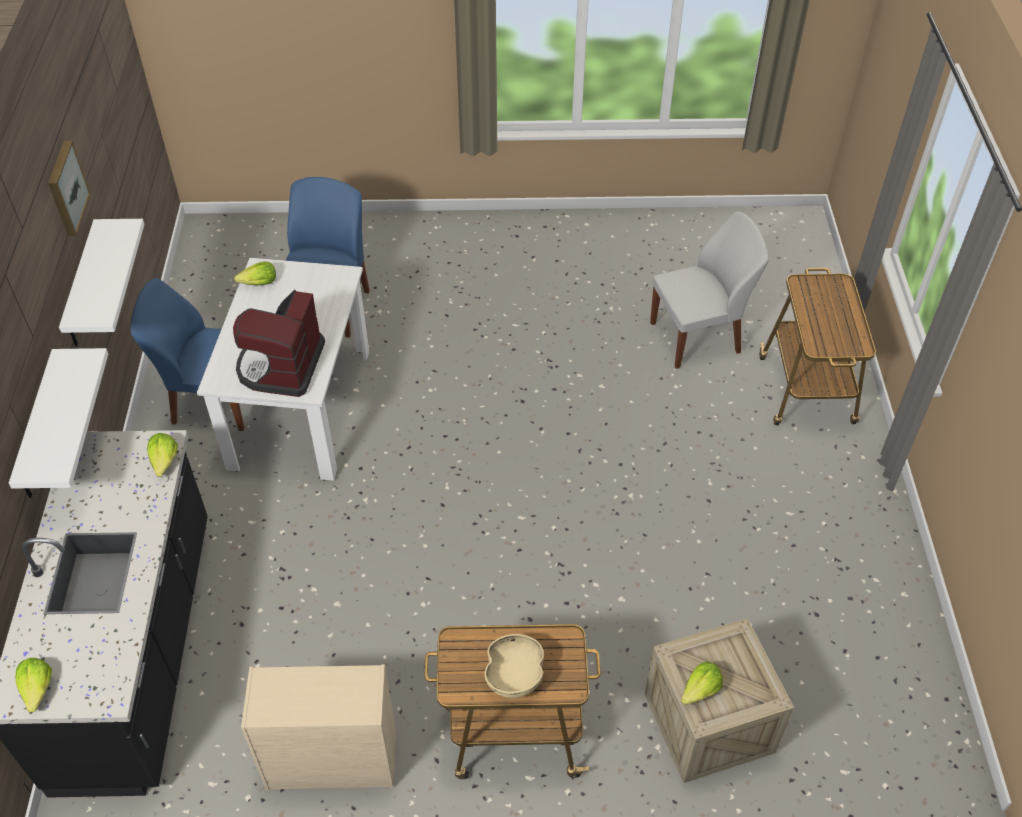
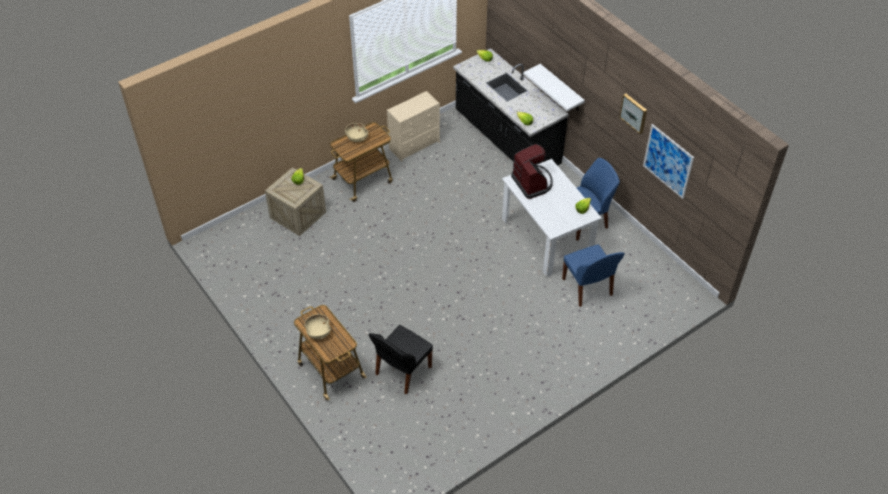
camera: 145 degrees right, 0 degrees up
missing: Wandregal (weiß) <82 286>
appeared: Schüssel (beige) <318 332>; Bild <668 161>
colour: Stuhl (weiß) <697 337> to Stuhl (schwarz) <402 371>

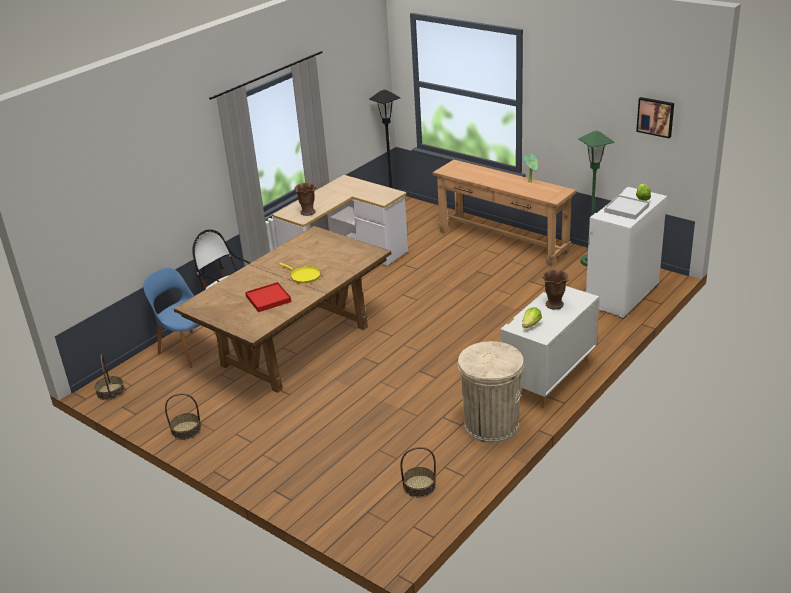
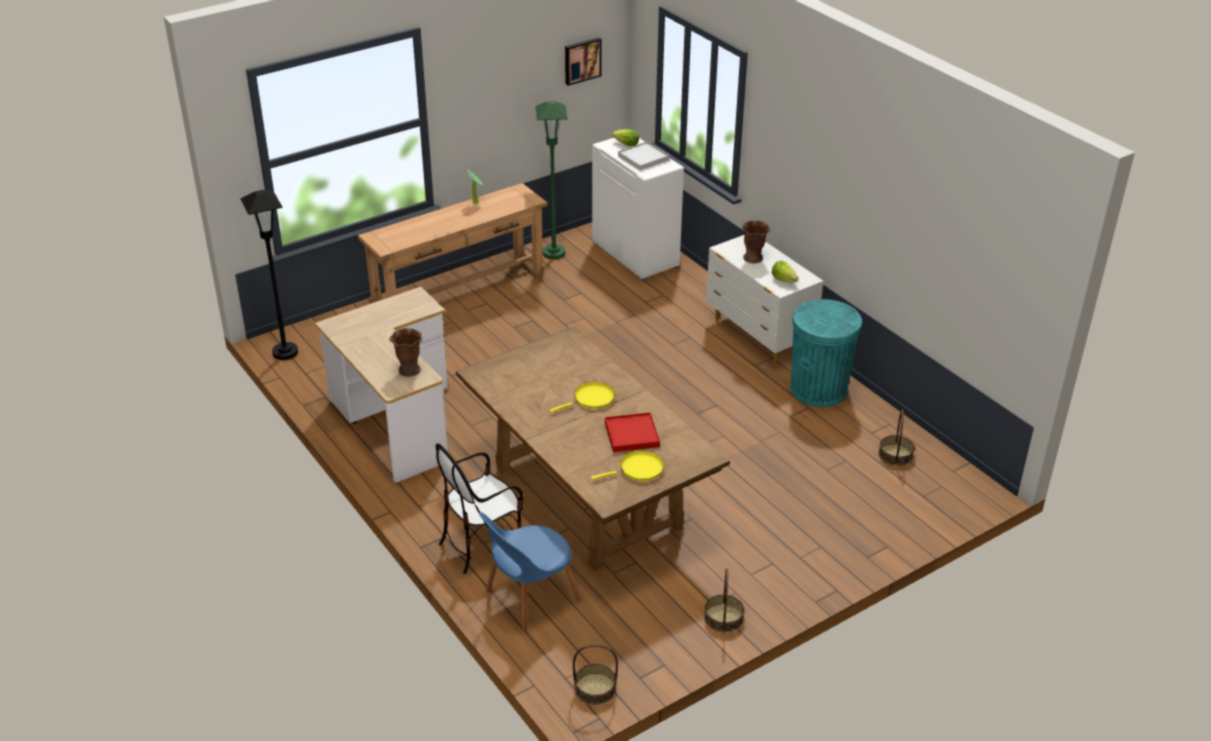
camera: 75 degrees left, 5 degrees up
appeared: Pfanne (gelb) <638 469>
colour: Mülleimer (beige) <491 425> to Mülleimer (türkis) <818 389>

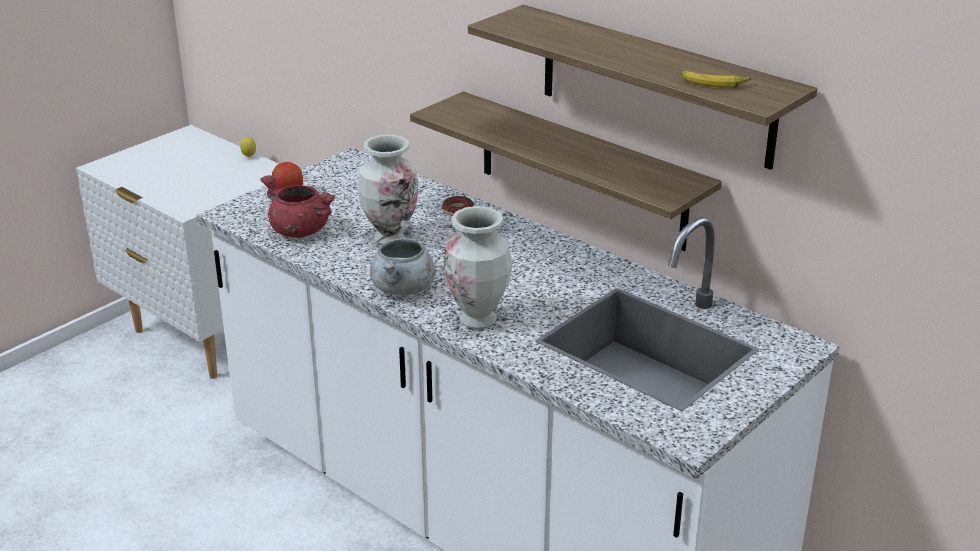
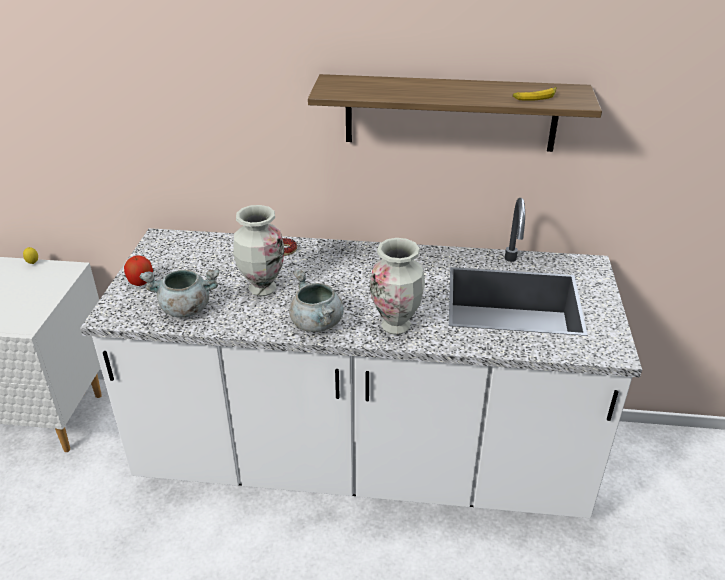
camera: 35 degrees left, 5 degrees up
missing: Wandregal <581 171>
colour: Kochtopf (rot) <299 231> to Kochtopf (grau) <185 309>

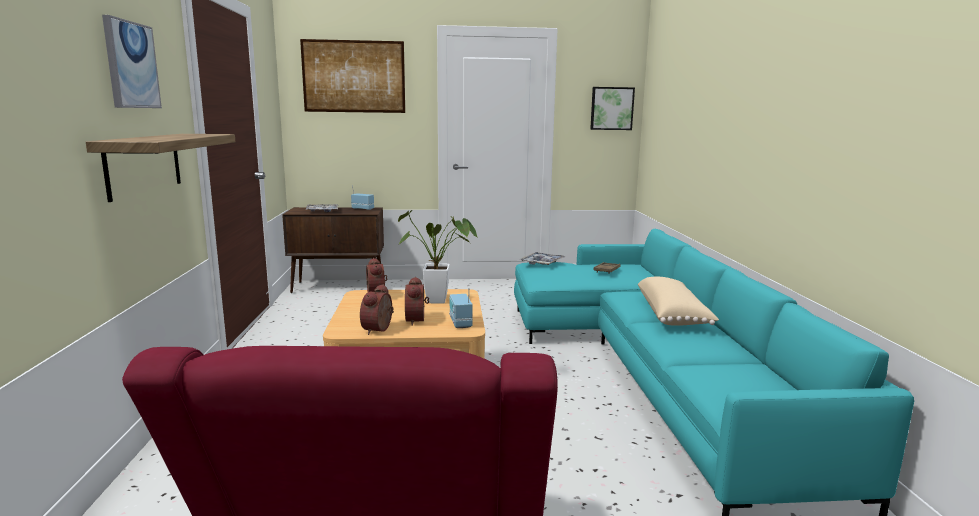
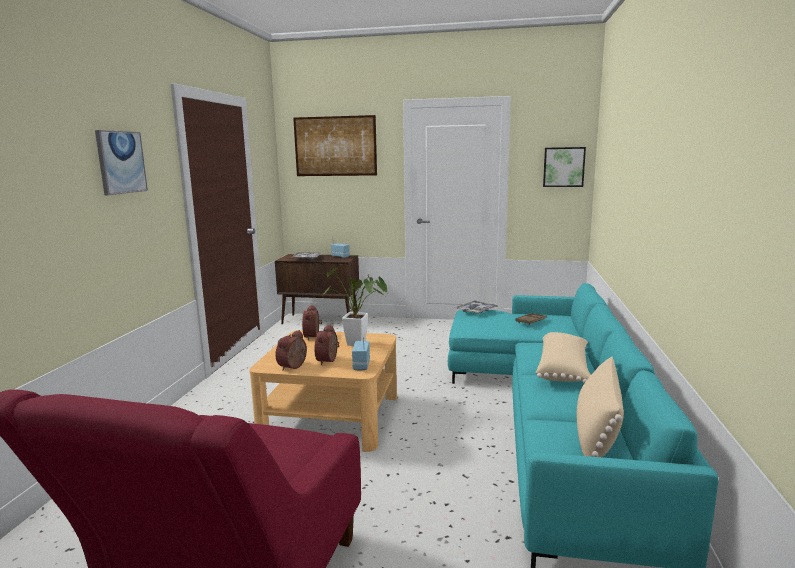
camera: 15 degrees right, 0 degrees up
missing: Wandregal <144 164>
appeared: Kissen (beige) <597 431>

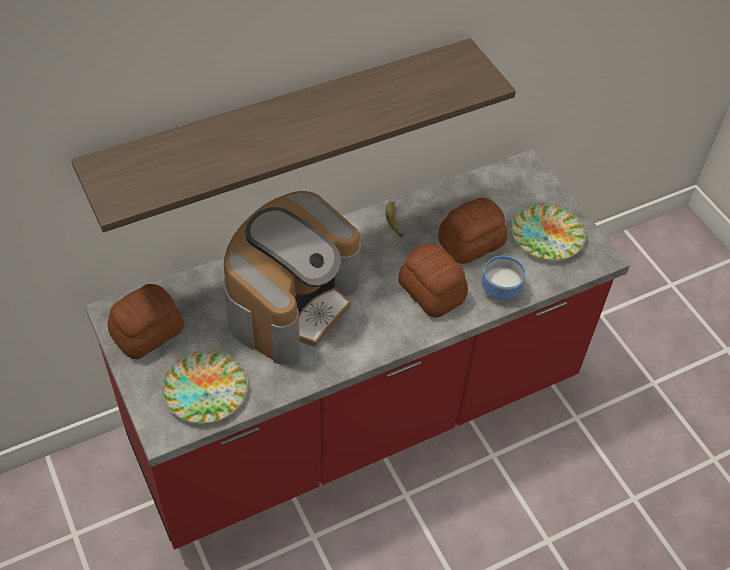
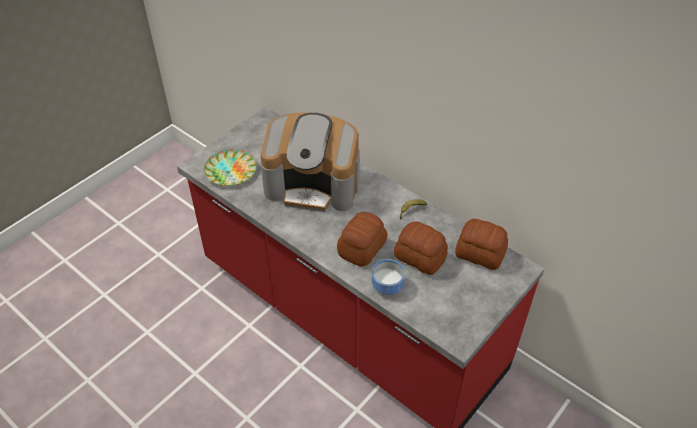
camera: 70 degrees right, 5 degrees down
missing: Wandregal <284 123>; Teller <547 236>
relocated: Brot <149 333> to <480 254>

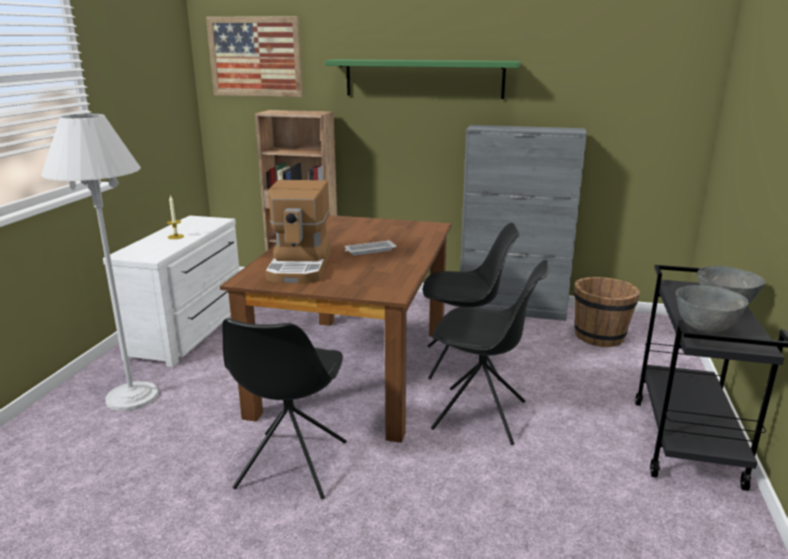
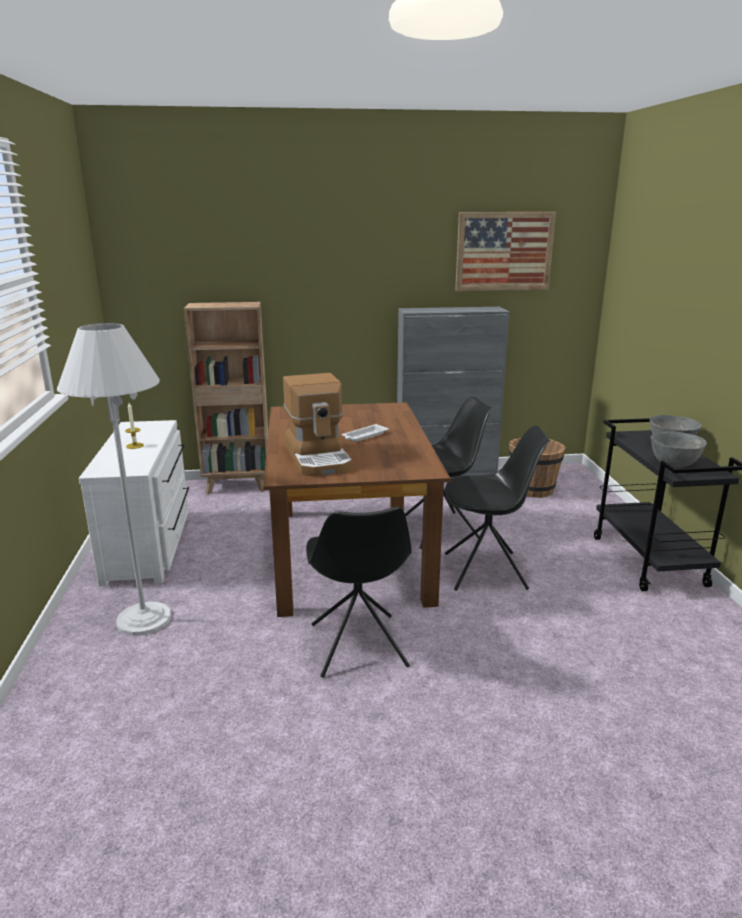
camera: 20 degrees left, 0 degrees up
missing: Wandregal (grün) <424 78>
relocated: Bild <255 57> to <504 251>

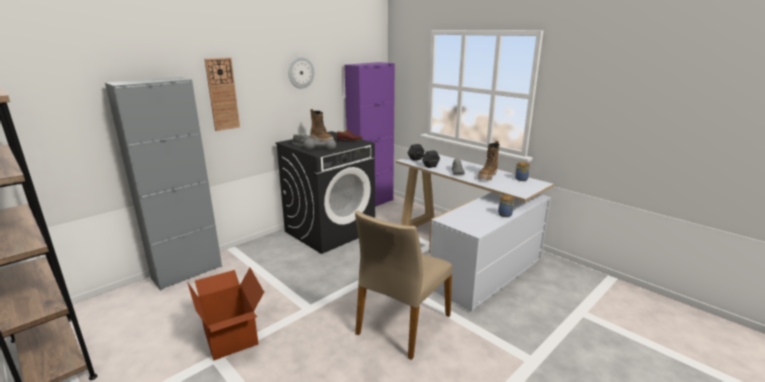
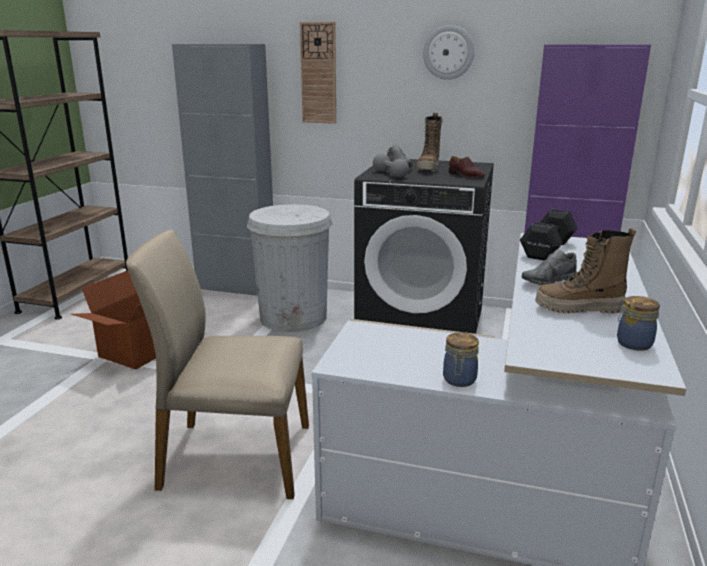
camera: 60 degrees right, 0 degrees up
appeared: Mülleimer (weiß) <293 317>

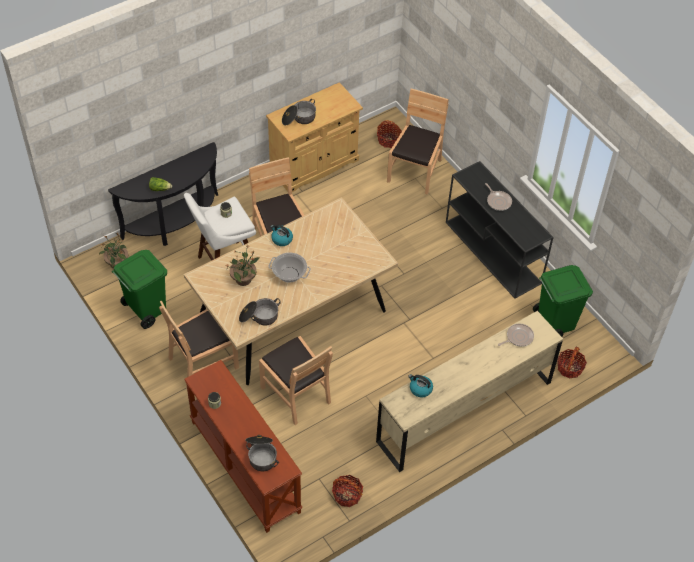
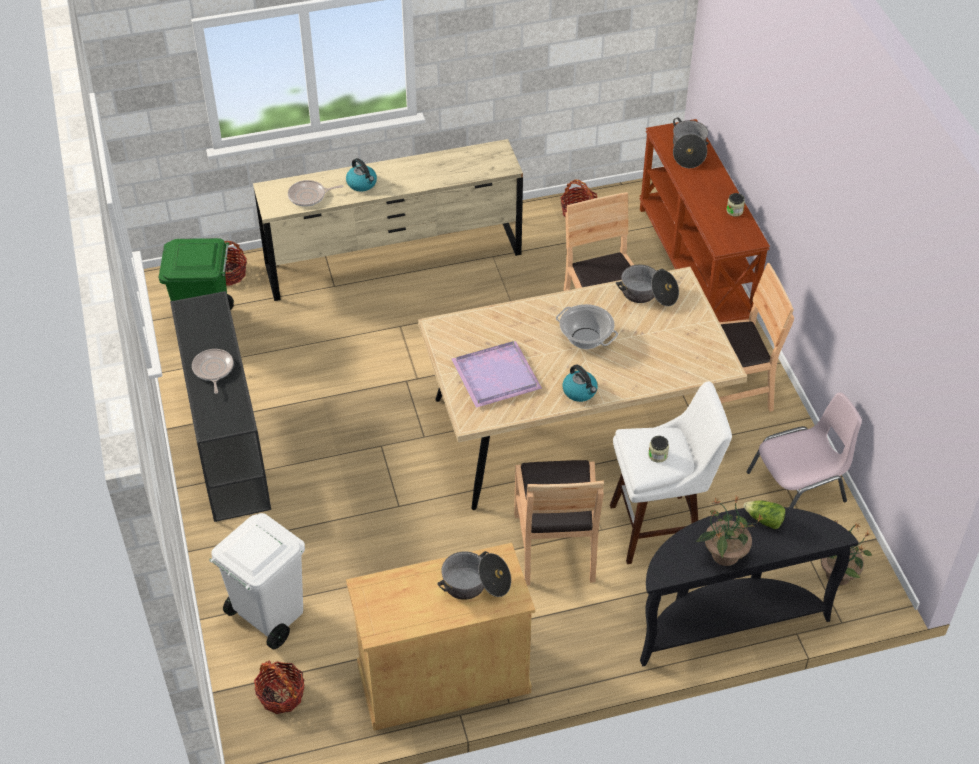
camera: 160 degrees left, 5 degrees down
appeared: Tablett (lila) <496 374>
relocated: Topfpflanze <244 279> to <724 554>; Wasserkessel <420 389> to <362 184>
exchanged: Mülleimer (grün) <146 309> to Stuhl (rosa) <798 487>; Stuhl (braun) <415 171> to Mülleimer (weiß) <268 616>

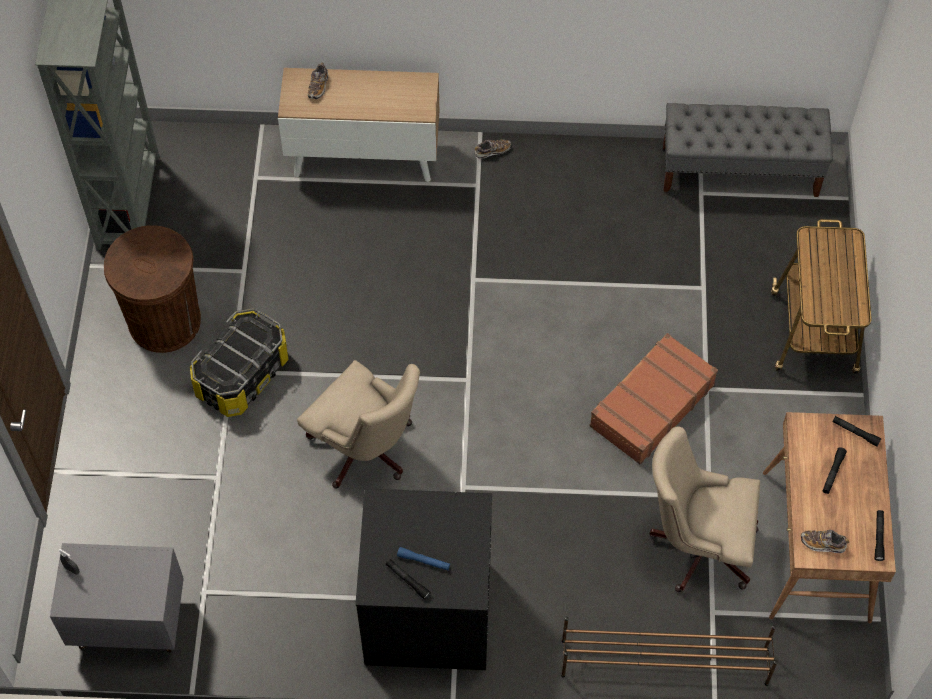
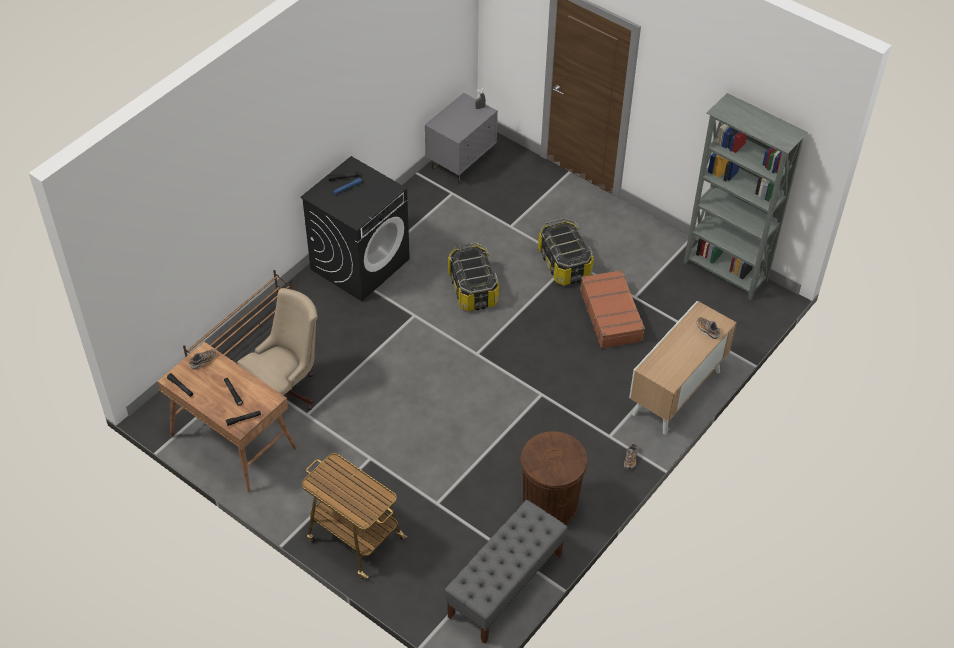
camera: 125 degrees right, 10 degrees down
relocated: Mülleimer (braun) <164 321> to <550 505>; Koffer (braun) <651 405> to <611 315>
exchanged: Bürostuhl (beige) <366 450> to Aufbewahrungsbox <472 289>

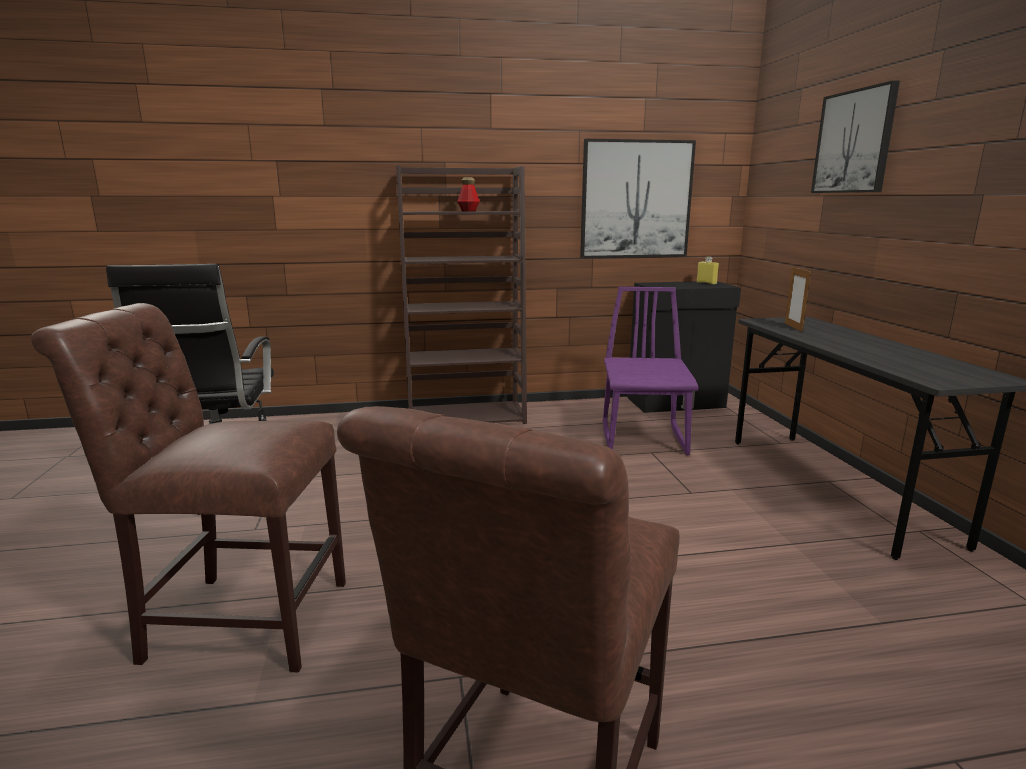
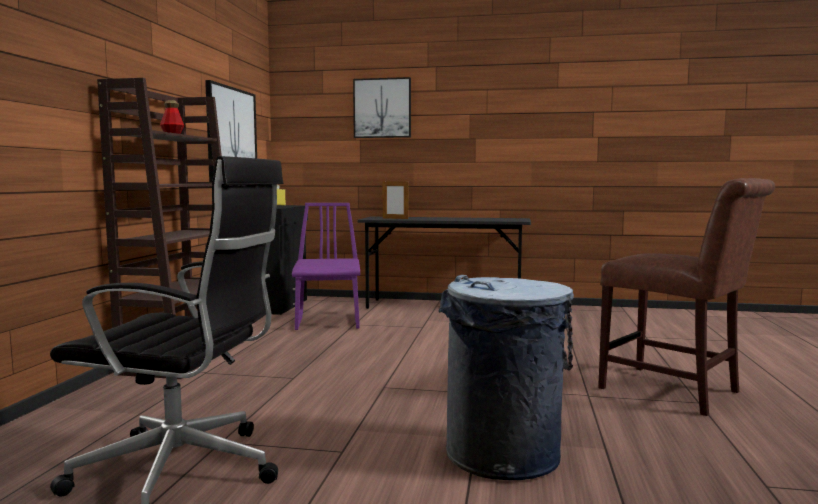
camera: 70 degrees left, 10 degrees down
exchanged: Stuhl (braun) <238 619> to Mülleimer (grau) <503 455>
spun: Stuhl (lila) <644 439> = <329 322> 60 degrees clockwise

